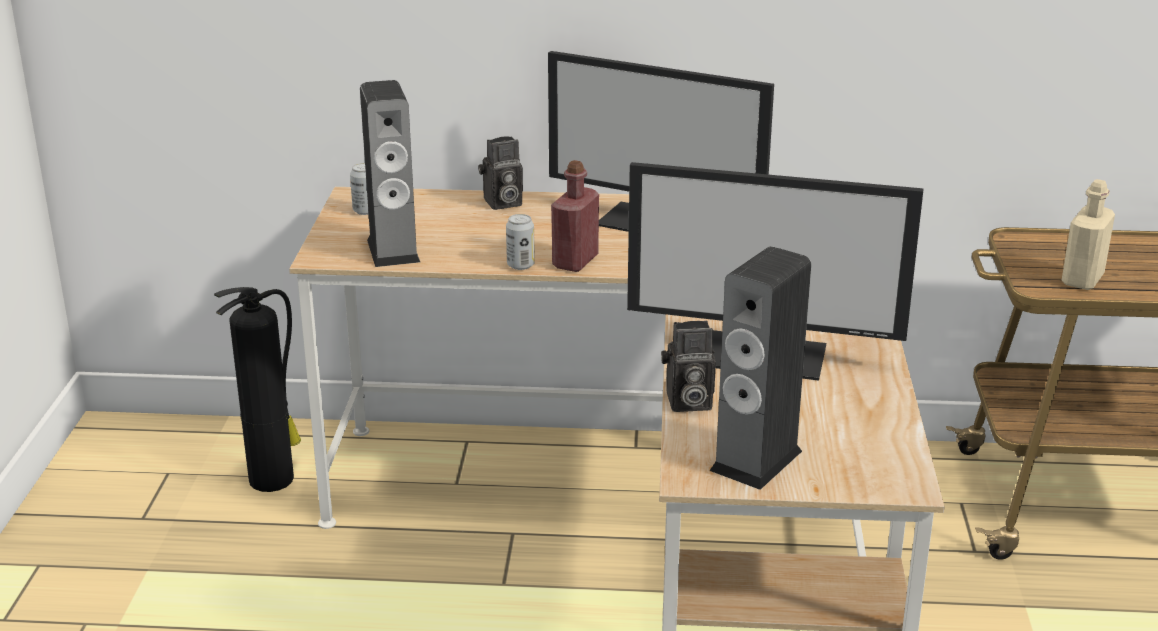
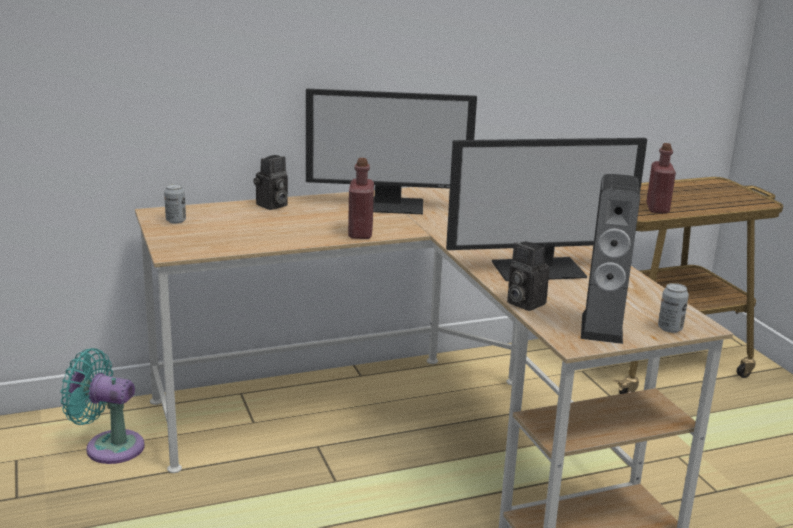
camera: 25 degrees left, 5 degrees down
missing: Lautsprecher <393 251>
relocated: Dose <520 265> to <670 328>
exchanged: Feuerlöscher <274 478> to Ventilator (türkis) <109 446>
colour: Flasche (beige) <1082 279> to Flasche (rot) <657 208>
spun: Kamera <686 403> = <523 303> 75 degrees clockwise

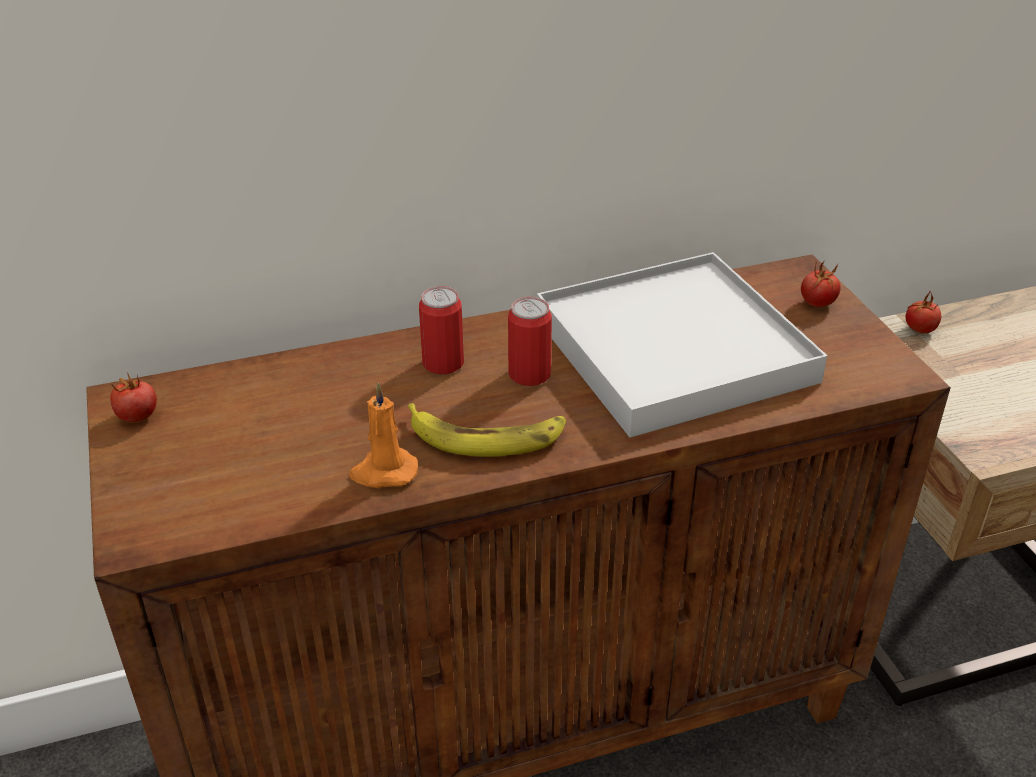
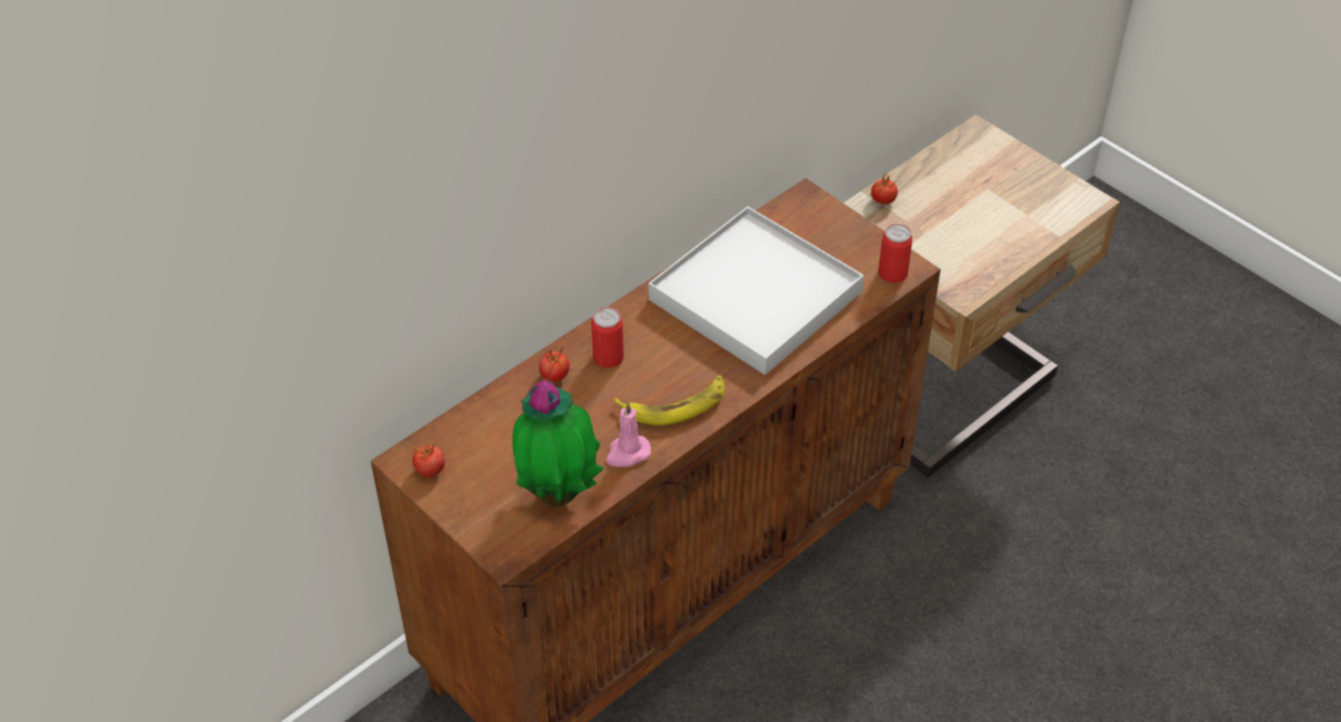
camera: 25 degrees left, 10 degrees up
appeared: Topfpflanze <559 493>
relocated: Dose <529 374> to <892 273>; Tomate <817 303> to <554 376>
colour: Kerze (orange) <383 472> to Kerze (rosa) <627 453>

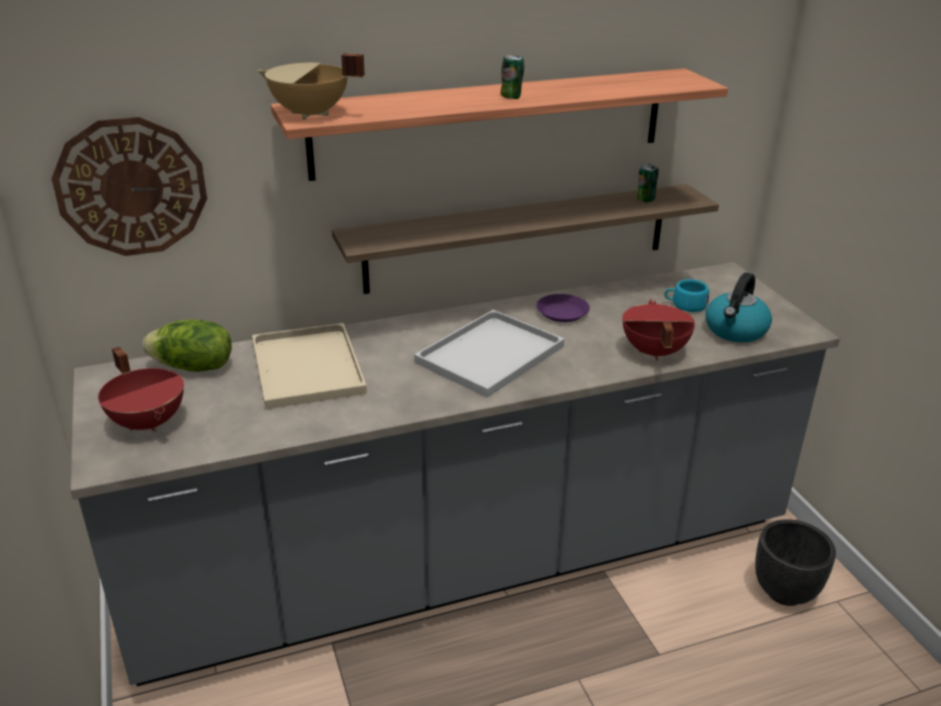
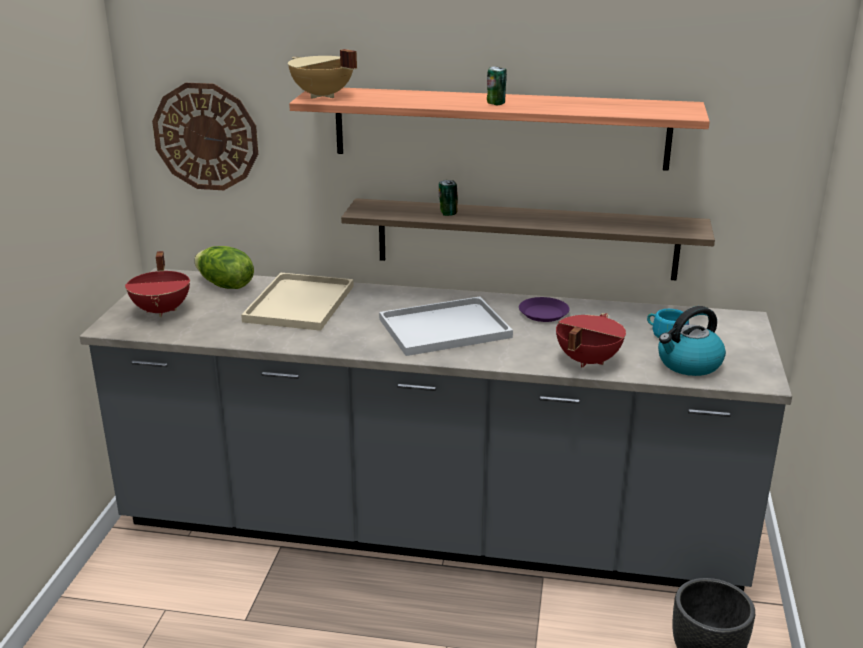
camera: 30 degrees right, 5 degrees down
relocated: Dose <645 199> to <447 213>

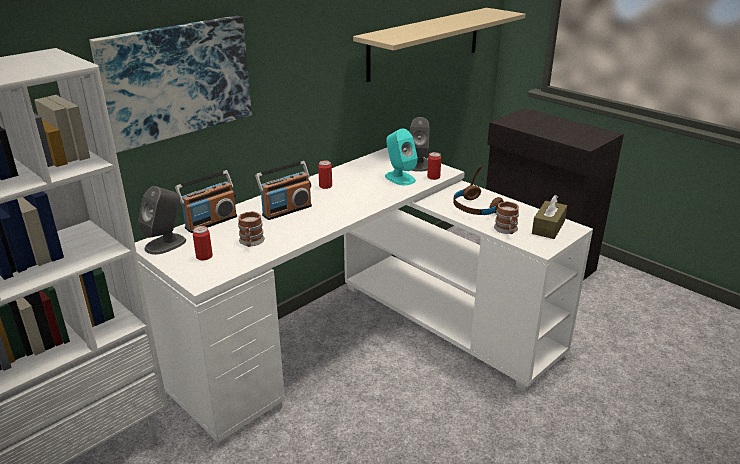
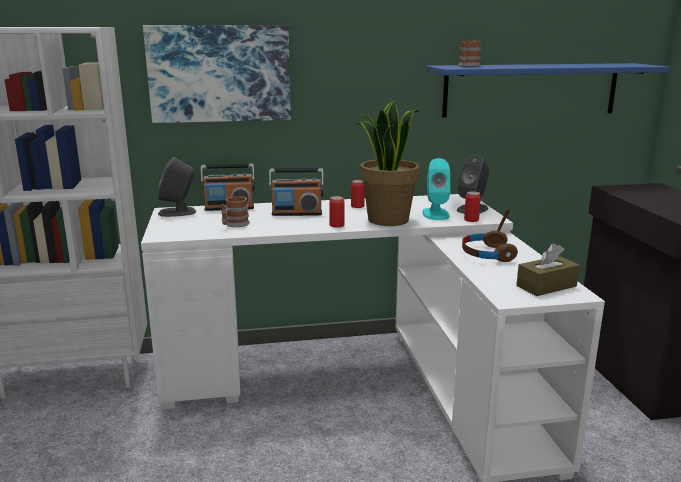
camera: 35 degrees right, 10 degrees down
appeared: Topfpflanze <387 219>
relocated: Dose <204 256> to <337 225>; Henkelbecher <507 230> to <467 66>
colour: Wandregal (beige) <425 43> to Wandregal (blau) <530 90>

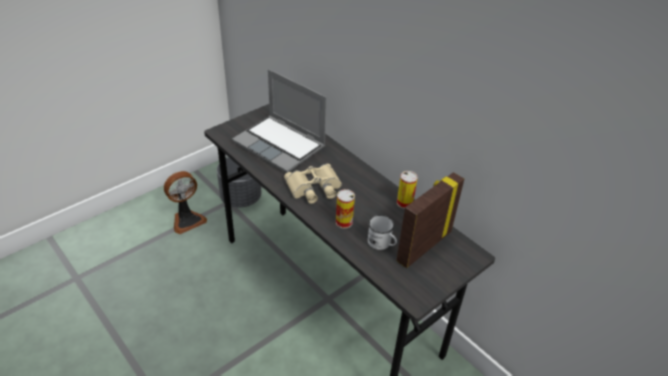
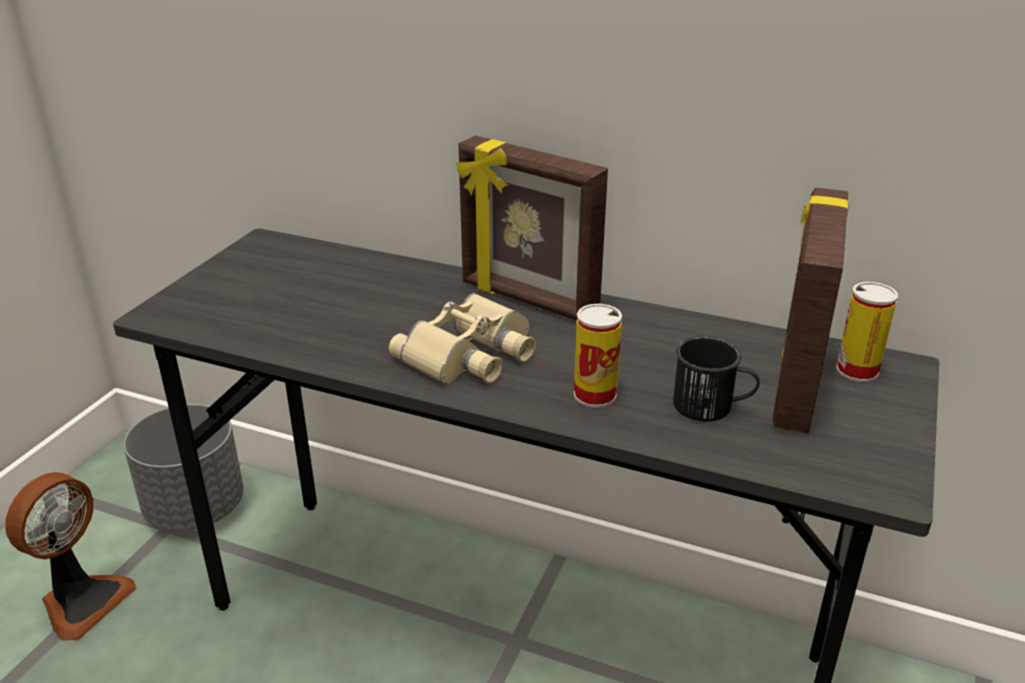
camera: 25 degrees left, 10 degrees down
missing: Laptop <280 145>
appeared: Bilderrahmen <527 300>
relocated: Dose <404 203> to <857 370>
colour: Henkelbecher (weiß) <382 244> to Henkelbecher (schwarz) <712 407>

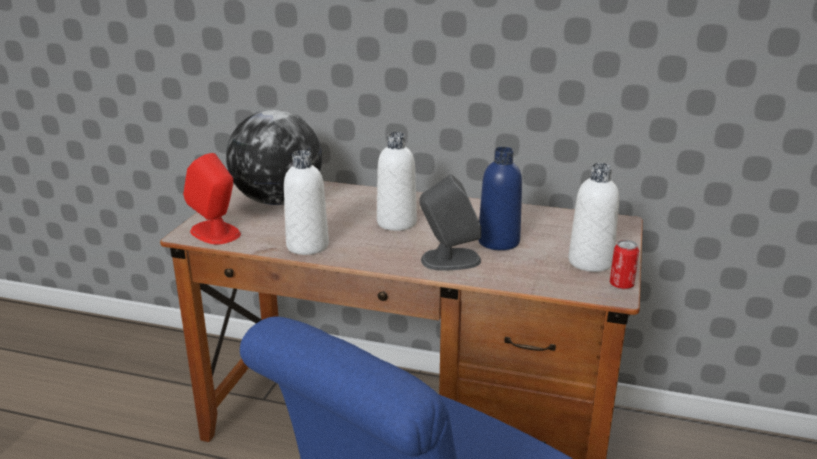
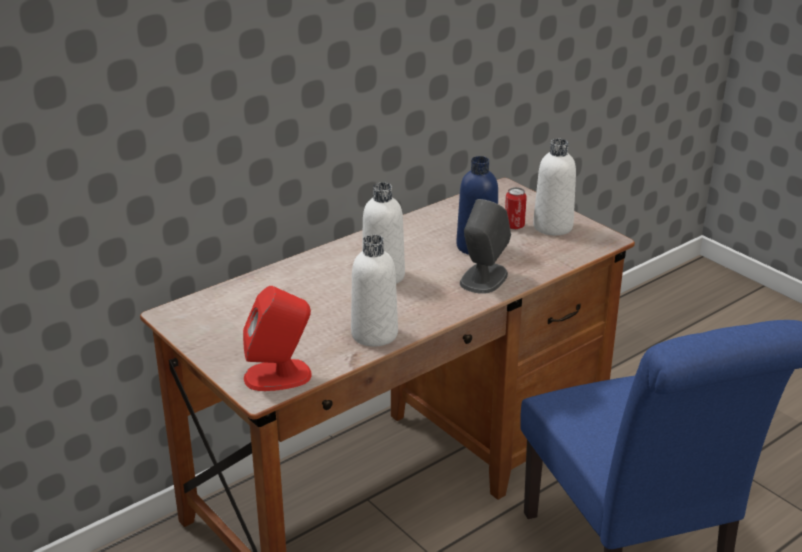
camera: 55 degrees left, 5 degrees up
missing: Globus <278 201>
relocated: Dose <621 285> to <514 226>

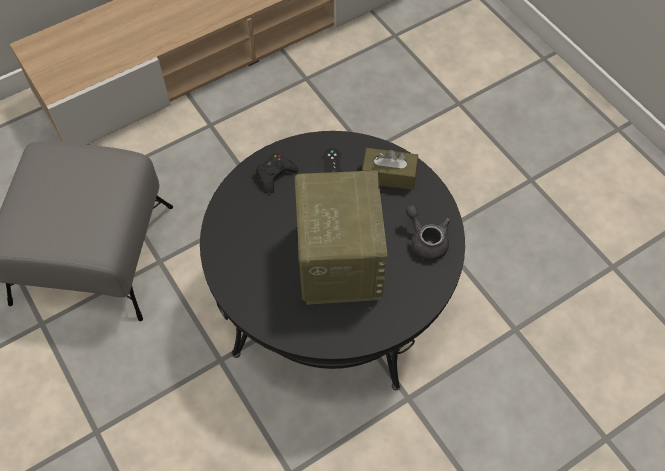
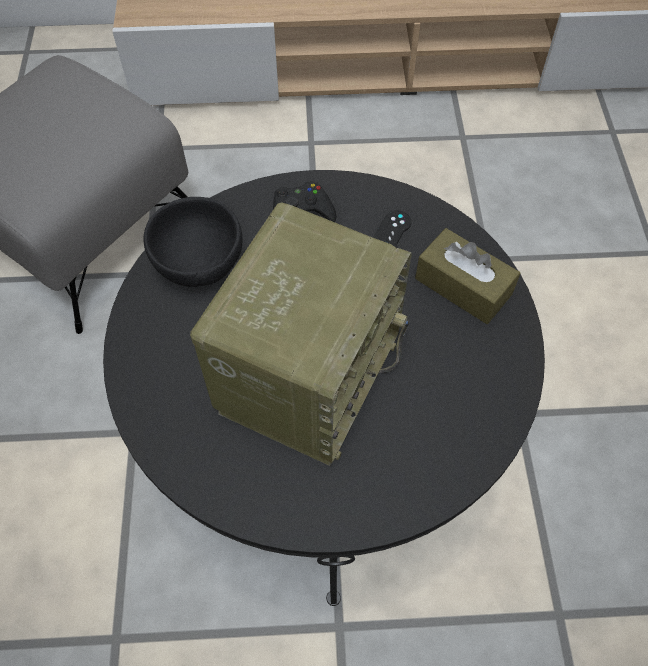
camera: 30 degrees right, 0 degrees up
missing: Teekanne (grau) <426 240>
appeared: Schüssel (schwarz) <200 260>

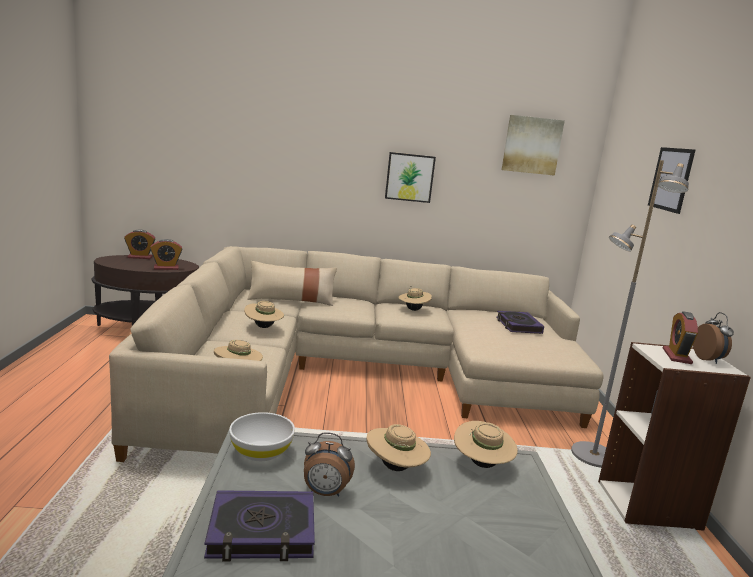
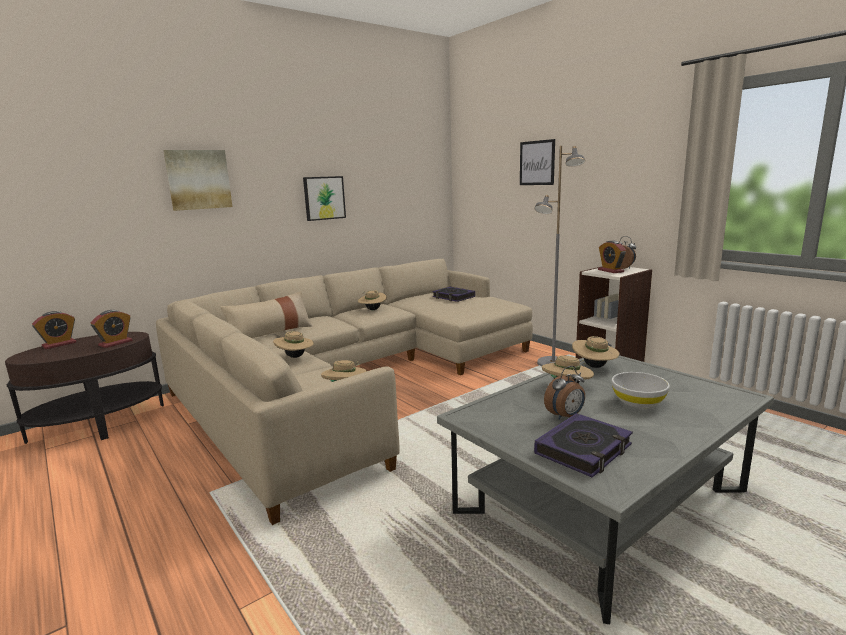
camera: 35 degrees left, 0 degrees up
relocated: Schüssel (weiß) <261 452> to <638 402>; Bild <531 145> to <198 179>

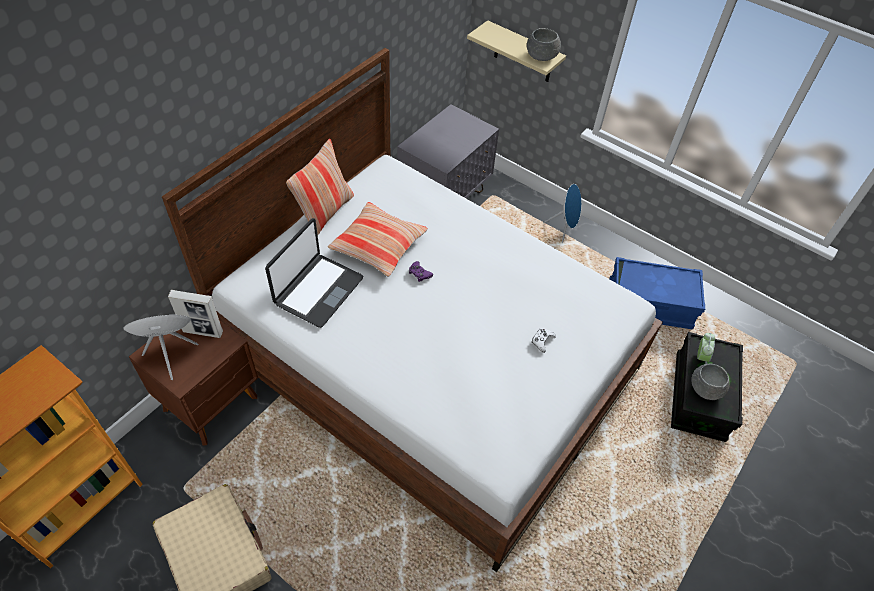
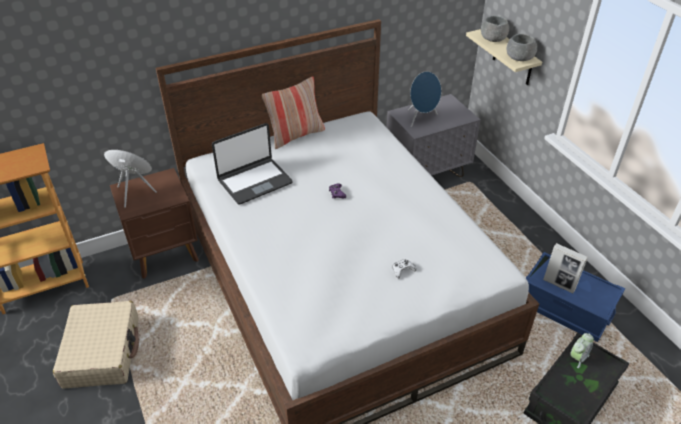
camera: 30 degrees right, 10 degrees down
missing: Kissen <378 245>
relocated: Bilderrahmen <203 332> to <559 284>; Lautsprecher (blau) <564 229> to <421 118>; Schüssel (grau) <706 388> to <493 38>

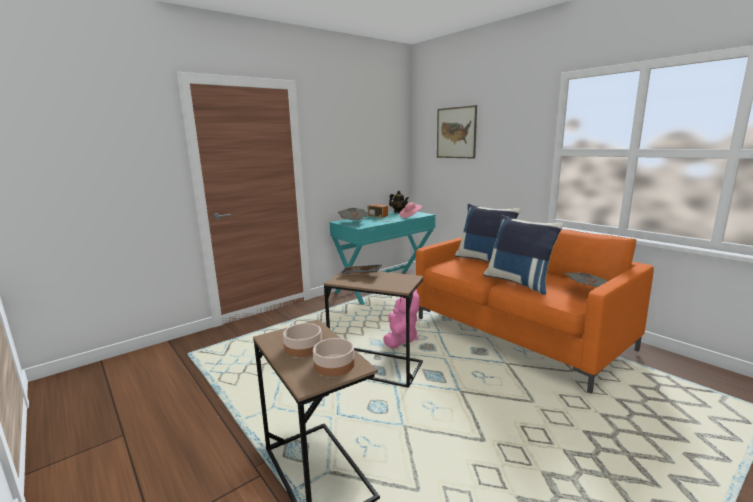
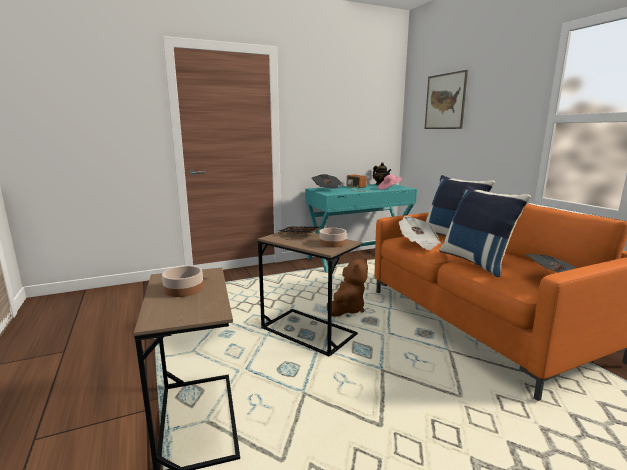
camera: 15 degrees right, 0 degrees up
appeared: Zeitung <418 243>
relocated: Schüssel <333 365> to <332 243>
colour: Plüschtier (rosa) <400 339> to Plüschtier (braun) <347 309>

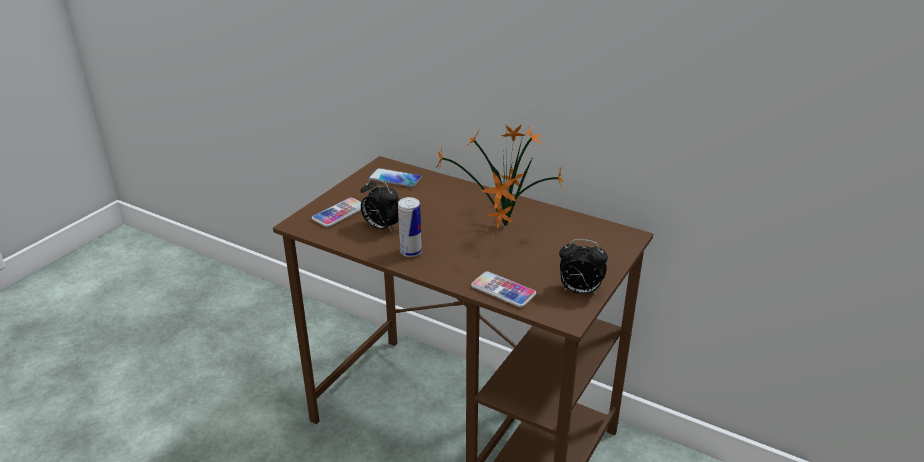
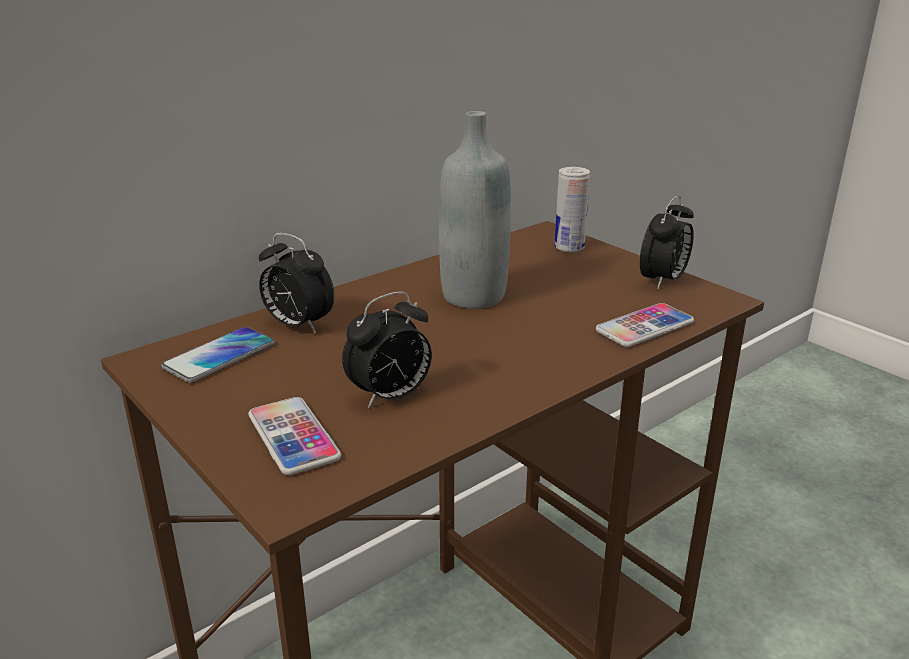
camera: 70 degrees left, 5 degrees down
appeared: Wecker <297 325>
relocated: Dose <411 252> to <569 248>
exchanged: Topfpflanze <503 228> to Flasche (grau) <473 296>

